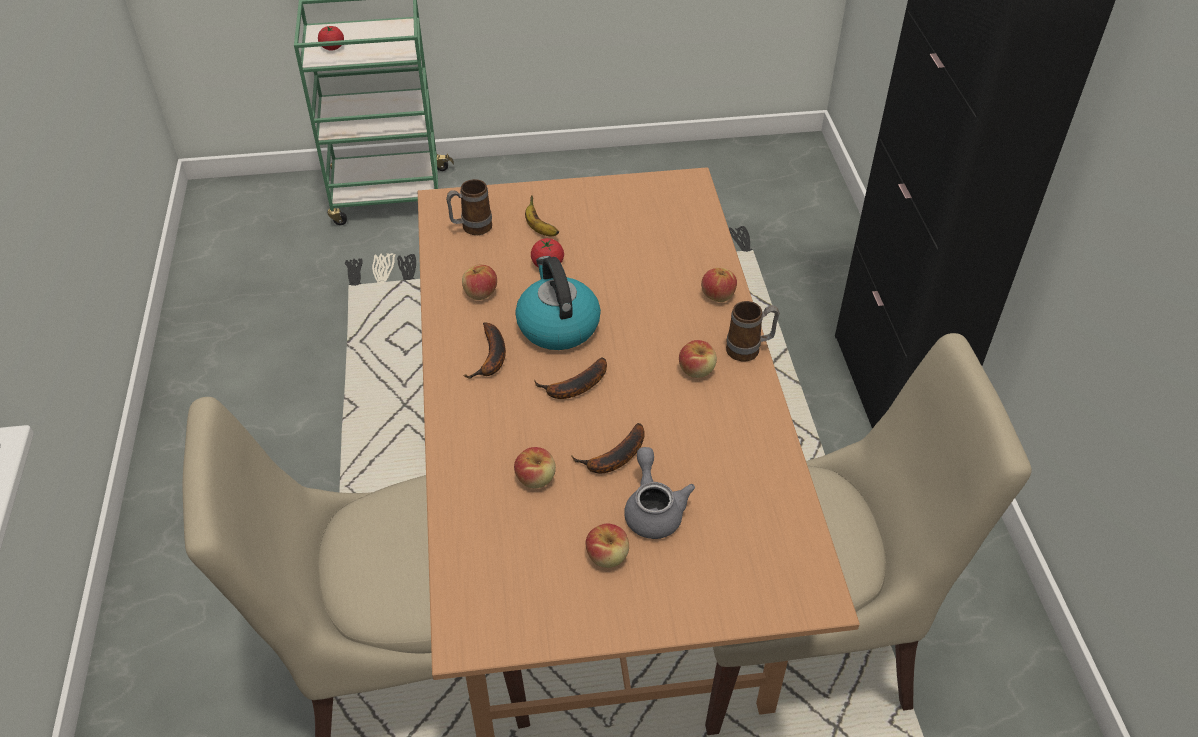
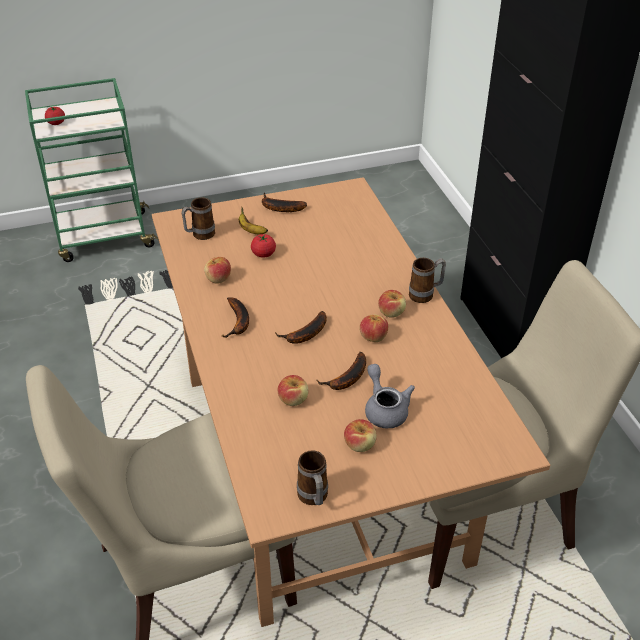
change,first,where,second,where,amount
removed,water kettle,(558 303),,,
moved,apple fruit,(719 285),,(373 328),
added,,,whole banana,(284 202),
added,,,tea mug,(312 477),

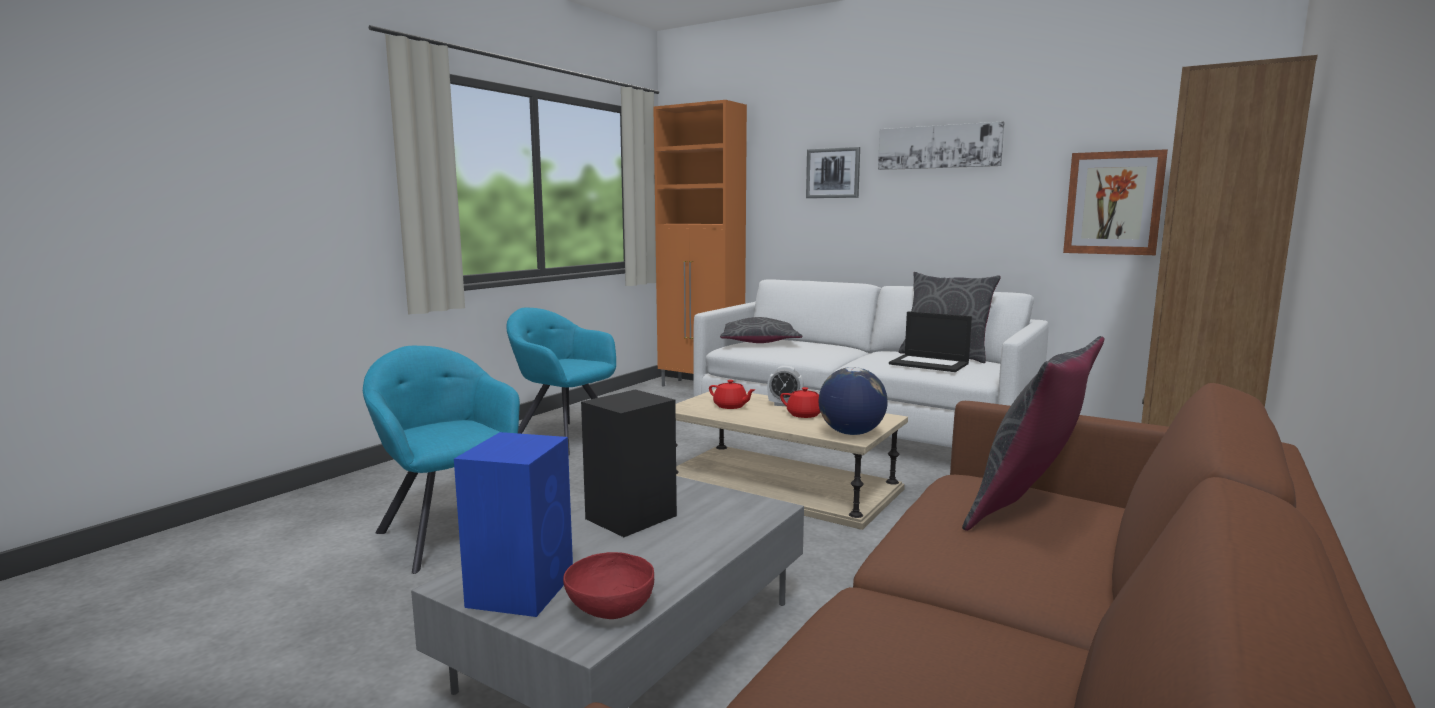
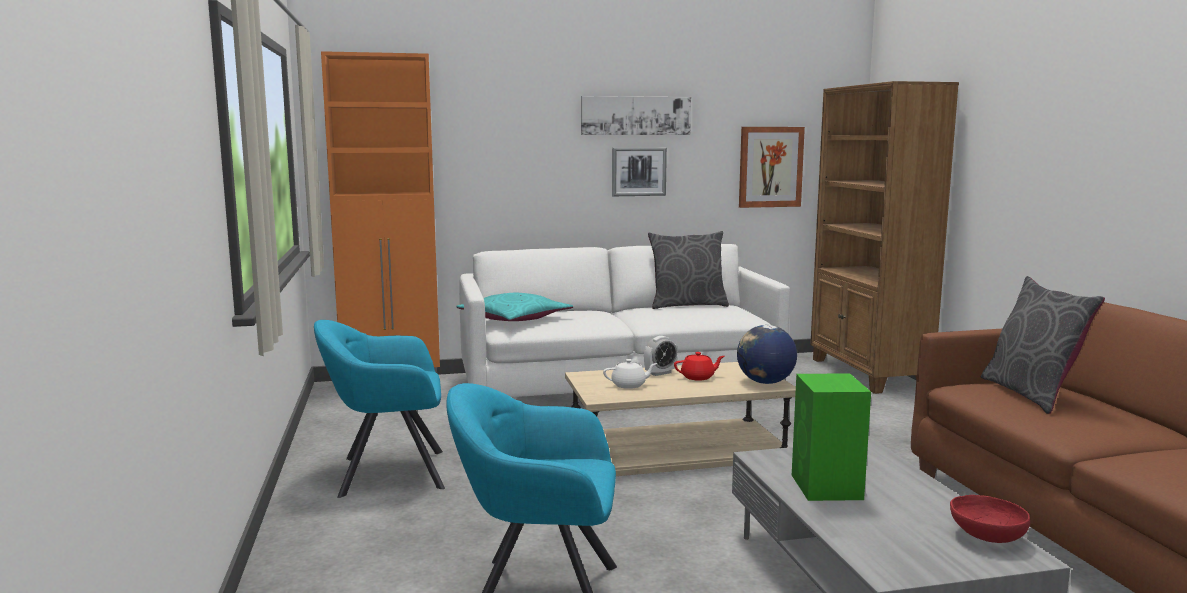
change,first,where,second,where,amount
removed,blue speaker,(513 524),,,
recoloured,black speaker,(629 463),green speaker,(831 437),
recoloured,red pot for tea,(732 394),whitish pot for tea,(630 374),
recoloured,gray pillow,(761 330),blue-green pillow,(514 307),
moved,wall picture,(833 172),,(639 172),
removed,portable computer,(930 341),,,

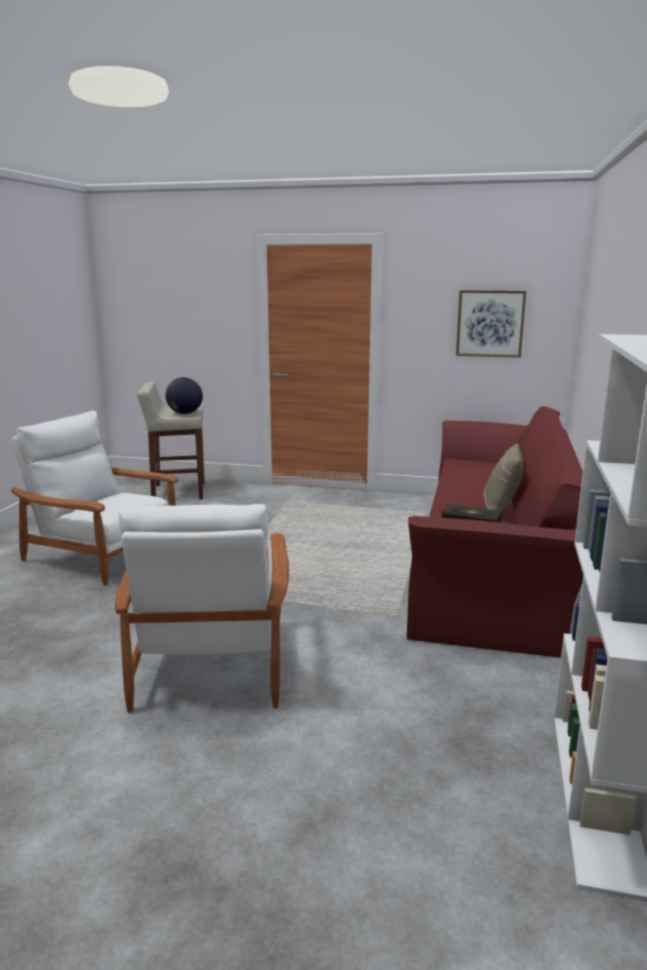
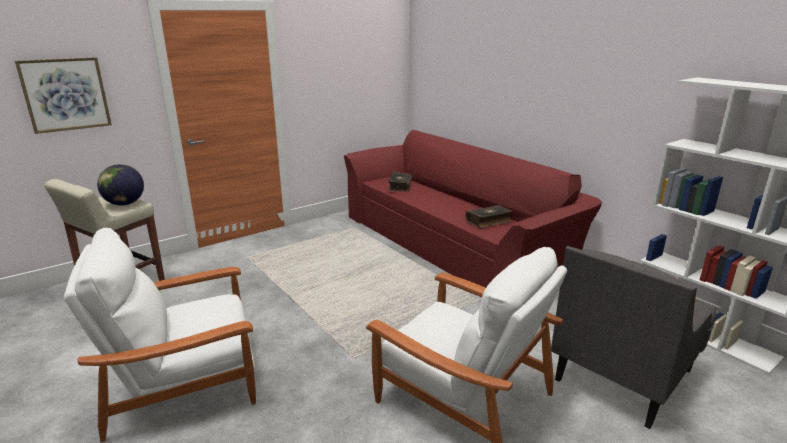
change,first,where,second,where,amount
moved,wall picture,(491 324),,(63 95),
removed,beige pillow,(503 477),,,
added,,,book,(400 182),
added,,,gray easy chair,(633 337),

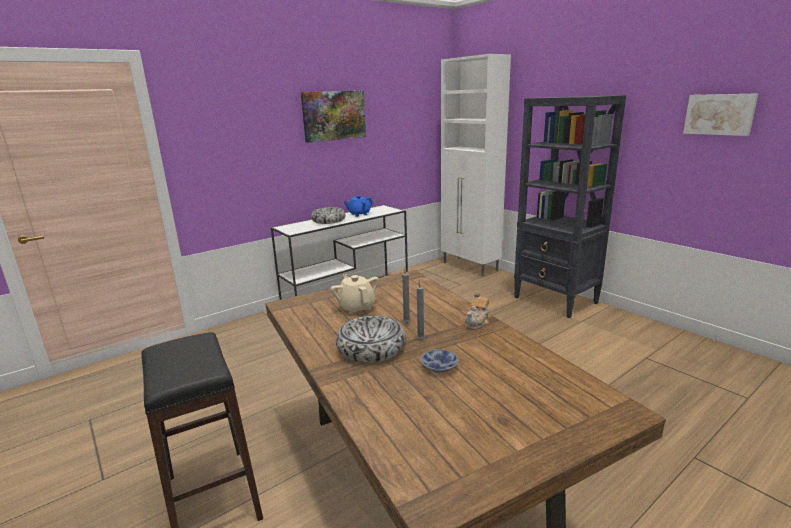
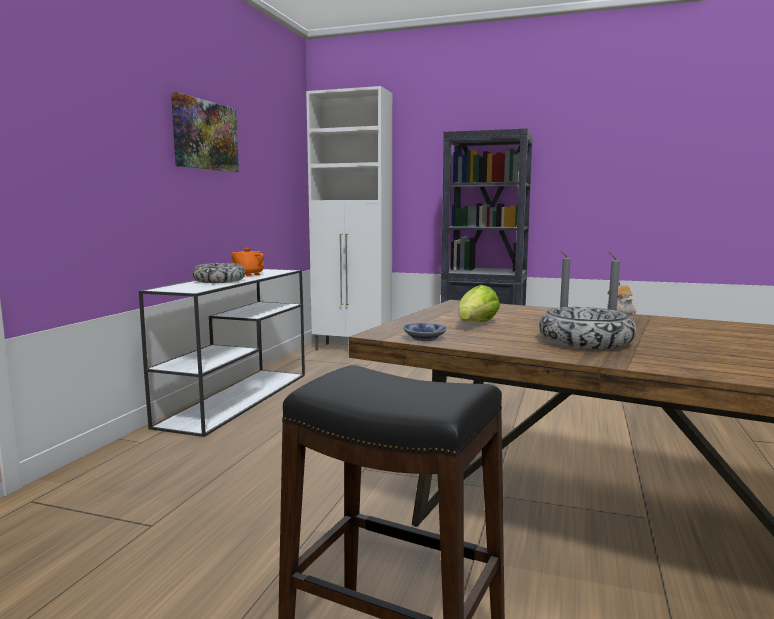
change,first,where,second,where,amount
replaced,beige pot for tea,(354 294),lettuce head,(479 303),
recoloured,blue pot for tea,(358 206),orangey pot for tea,(247 262),
moved,bowl,(440 361),,(425 332),
removed,wall picture,(721 114),,,

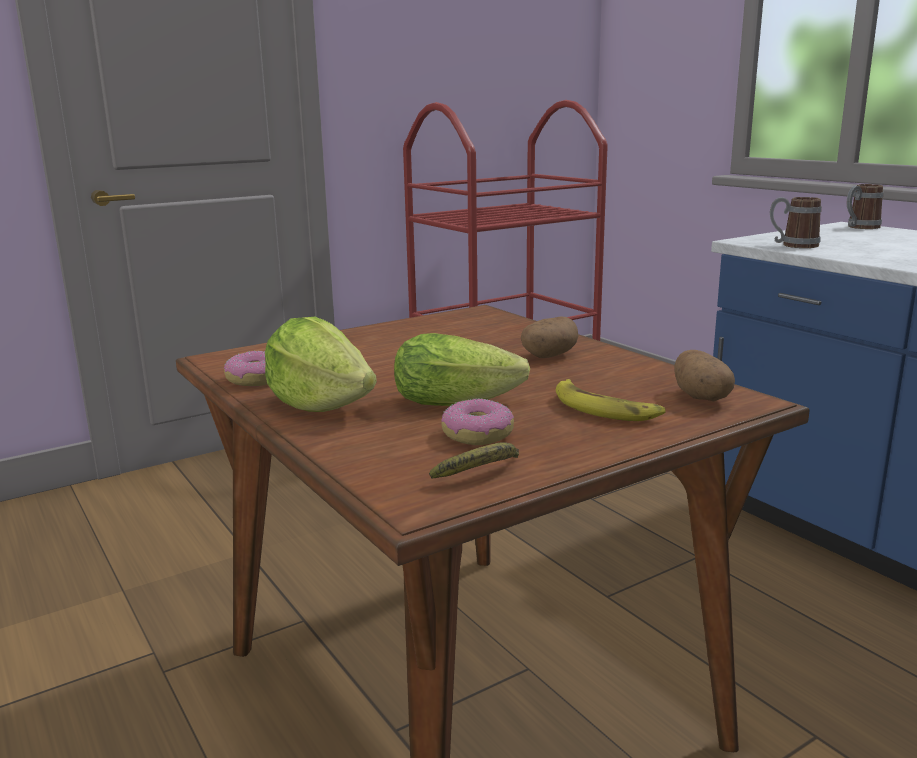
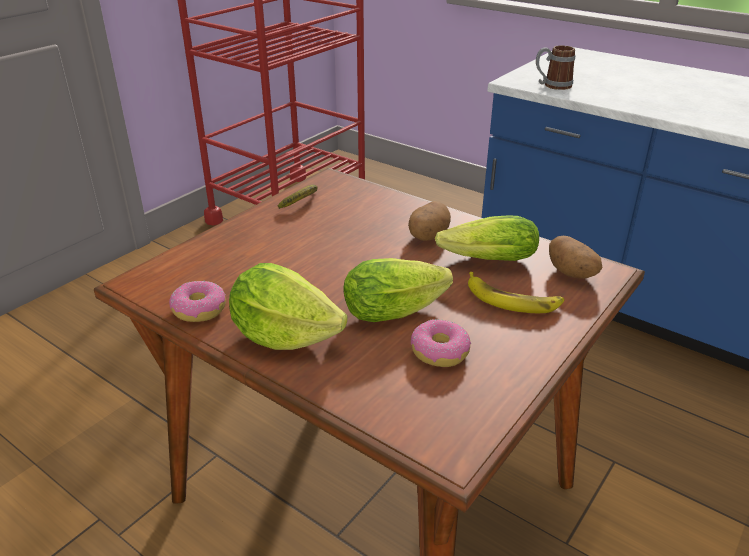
change,first,where,second,where,amount
moved,whole banana,(474 460),,(298 197),
removed,tea mug,(865 206),,,
added,,,lettuce head,(487 238),

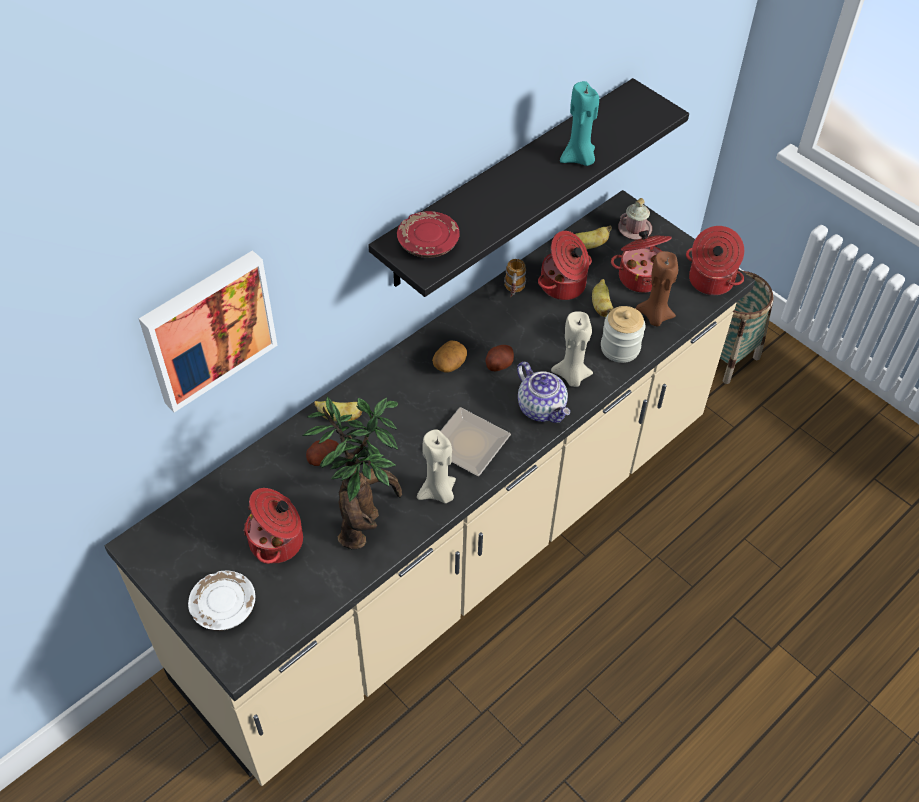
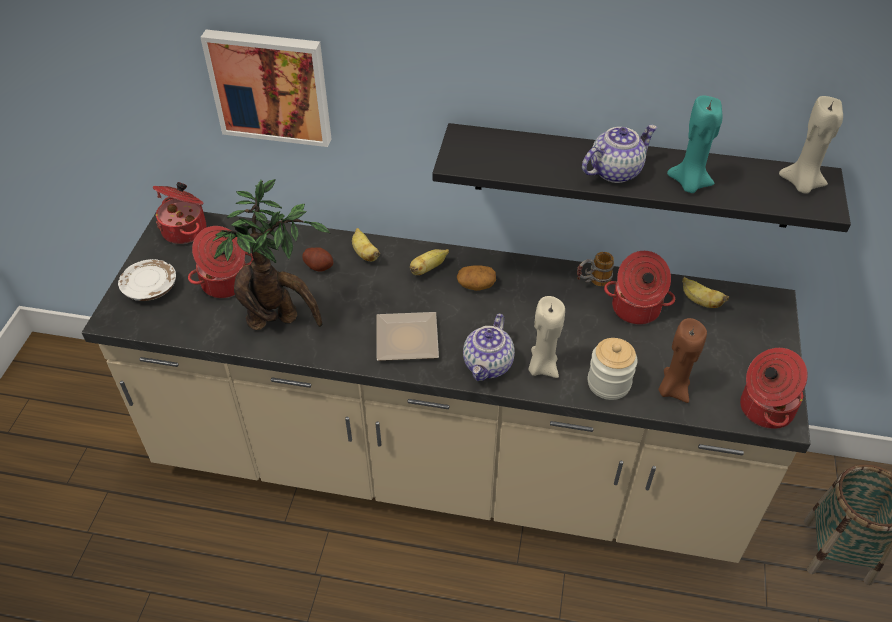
change,first,where,second,where,amount
removed,red plate,(428 234),,,
moved,beige candle,(436 466),,(811 145),
removed,whole potato,(500 358),,,
moved,whole banana,(602 298),,(429 262),
moved,saucepot,(641 261),,(179 213),
removed,pinkish tea mug,(635 219),,,
added,,,pot for tea,(619 154),

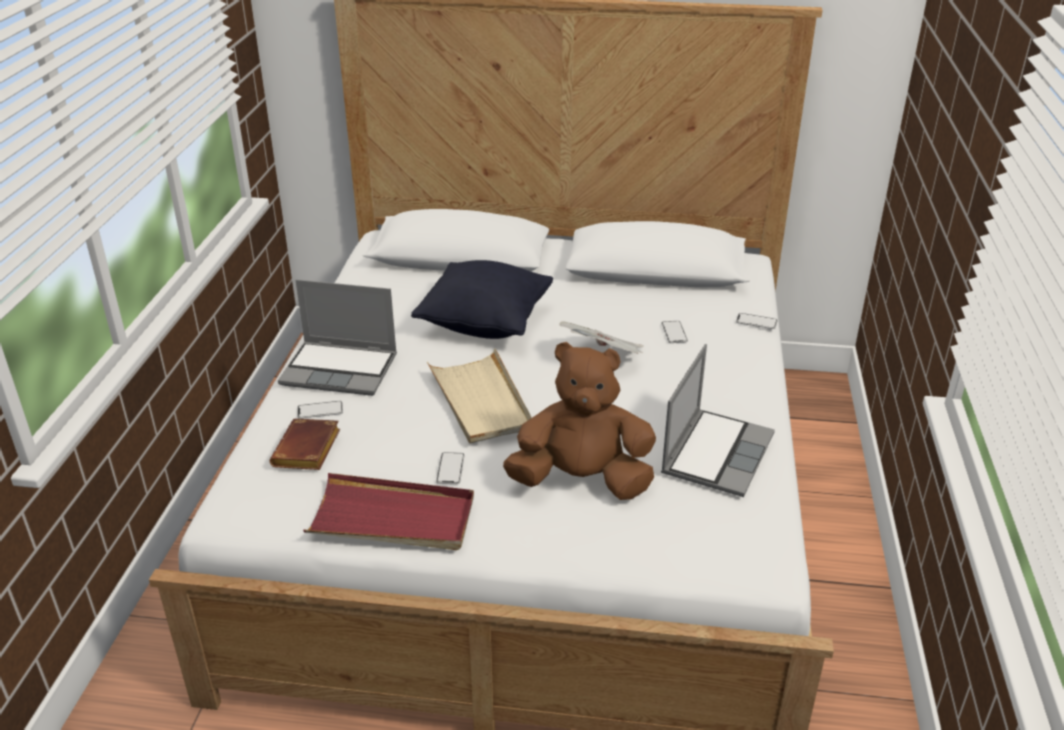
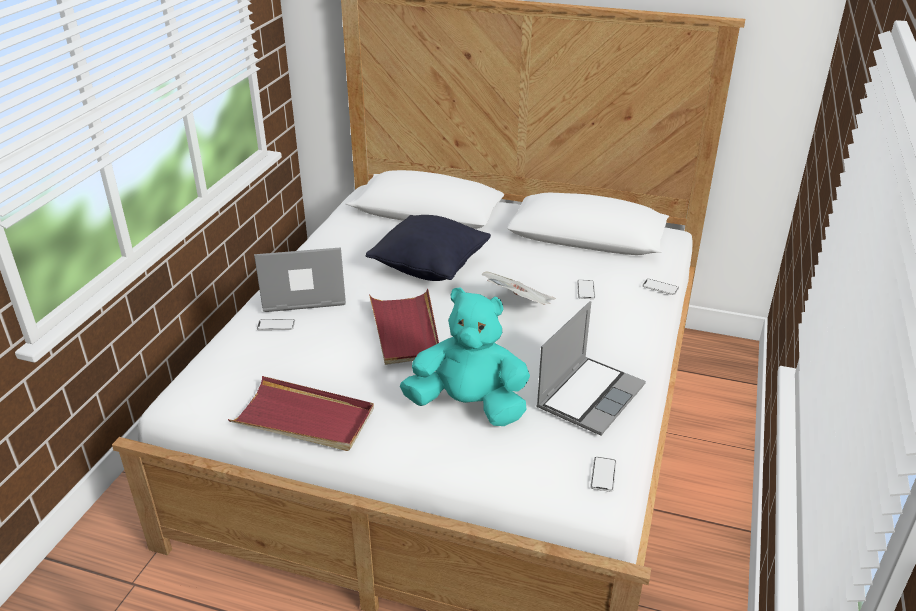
change,first,where,second,where,amount
removed,brownish book,(305 444),,,
turned,portable computer,(337 338),,(300 279),150 degrees clockwise
recoloured,beige serving tray,(479 396),red serving tray,(404 327),
moved,handset,(450 468),,(603 474),
recoloured,brownish cuddly toy,(579 421),blue-green cuddly toy,(465 356),

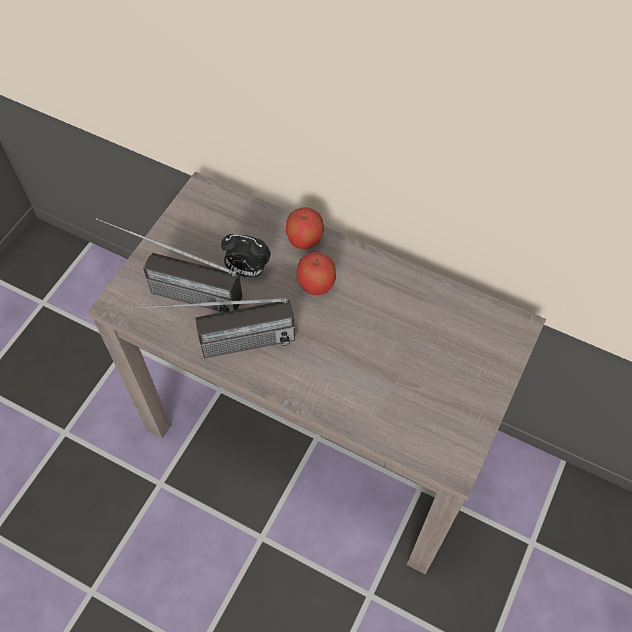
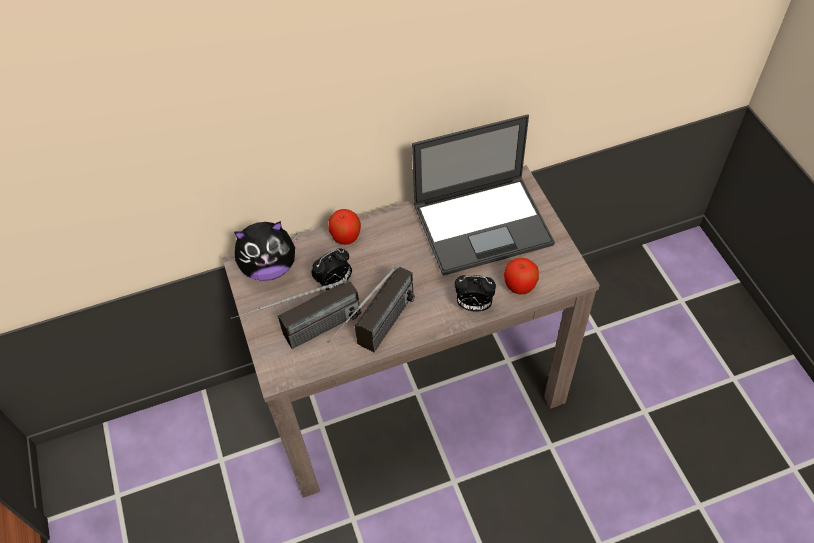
change,first,where,second,where,amount
moved,apple fruit,(316 273),,(521 276),
added,,,cuddly toy,(265 251),
added,,,portable computer,(483 195),
added,,,bedside clock,(475 293),

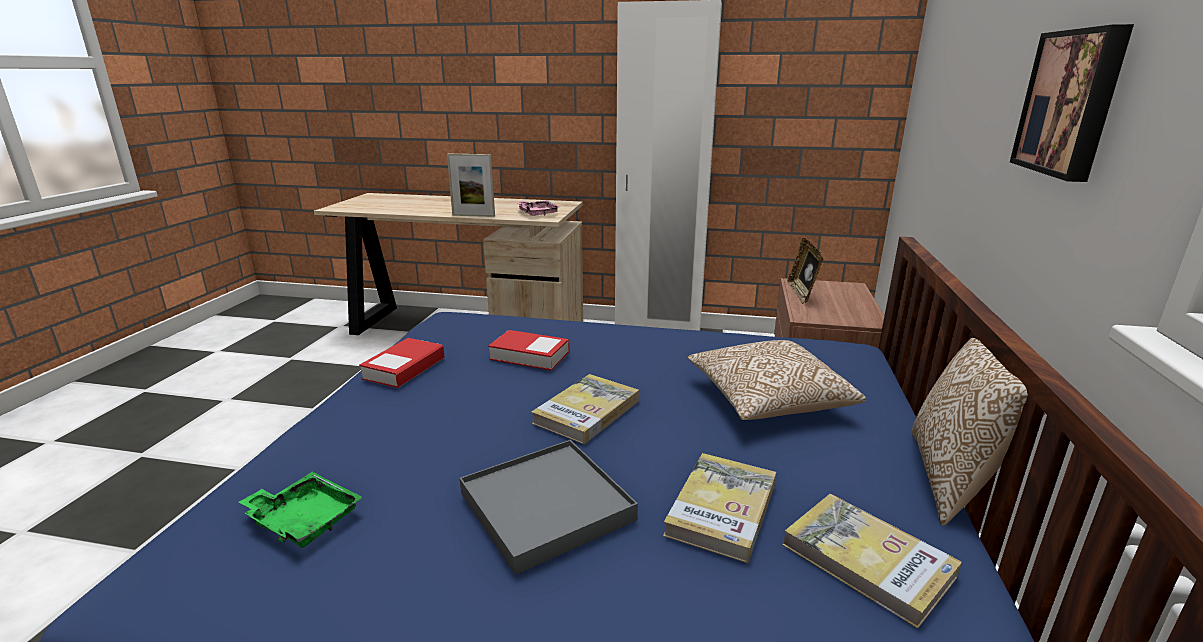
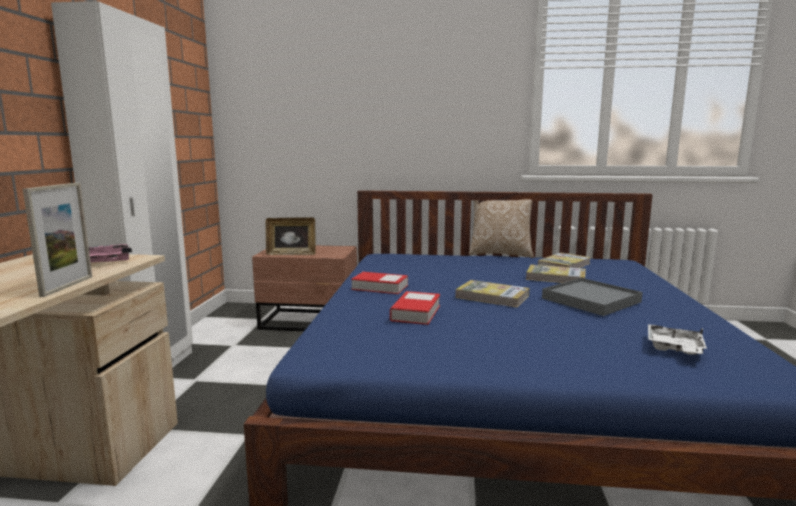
change,first,where,second,where,amount
recoloured,green serving tray,(301 510),whitish serving tray,(677 339),
moved,book,(402 363),,(379 283),
removed,pillow,(776 380),,,
removed,wall picture,(1072 103),,,

